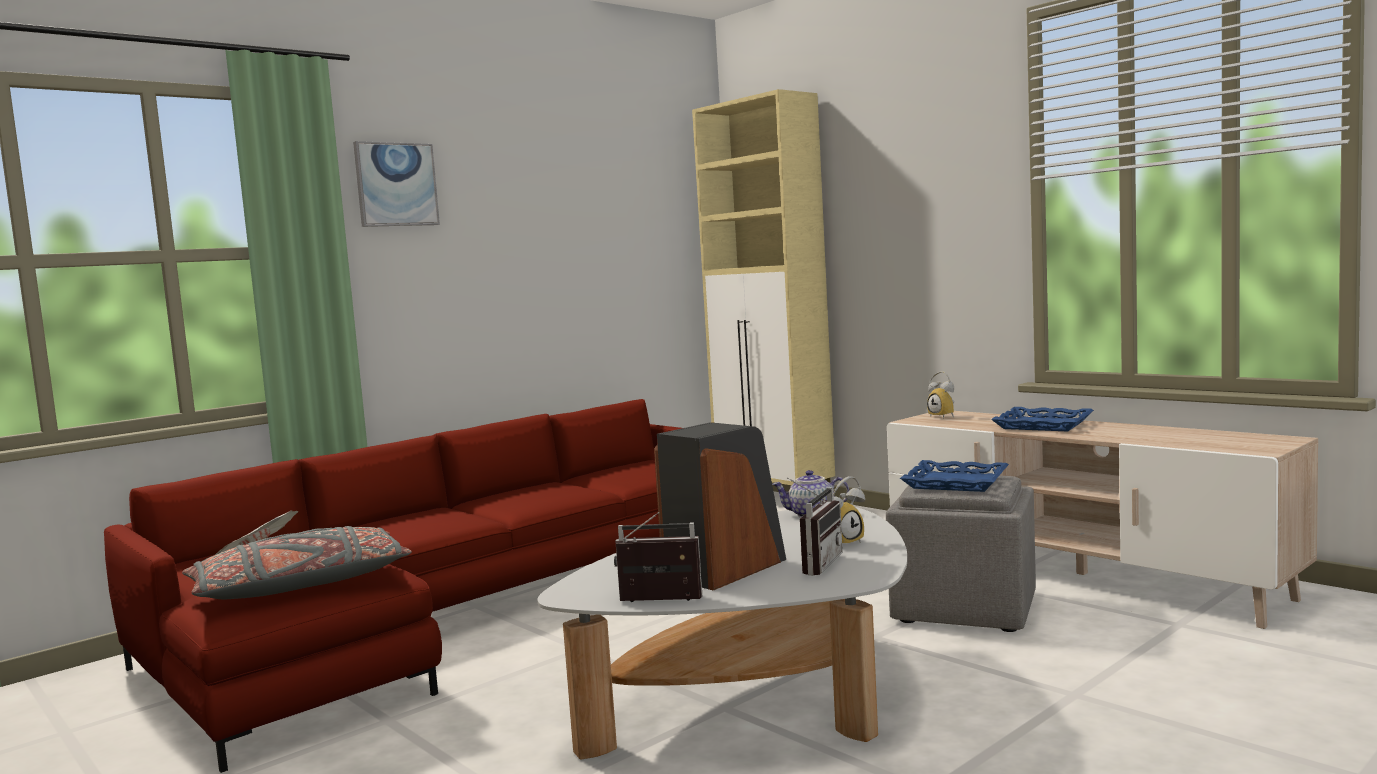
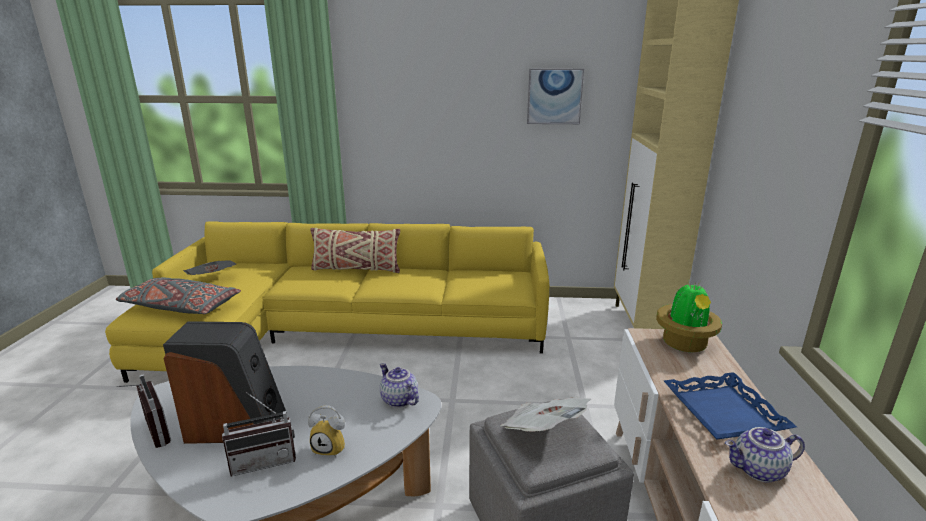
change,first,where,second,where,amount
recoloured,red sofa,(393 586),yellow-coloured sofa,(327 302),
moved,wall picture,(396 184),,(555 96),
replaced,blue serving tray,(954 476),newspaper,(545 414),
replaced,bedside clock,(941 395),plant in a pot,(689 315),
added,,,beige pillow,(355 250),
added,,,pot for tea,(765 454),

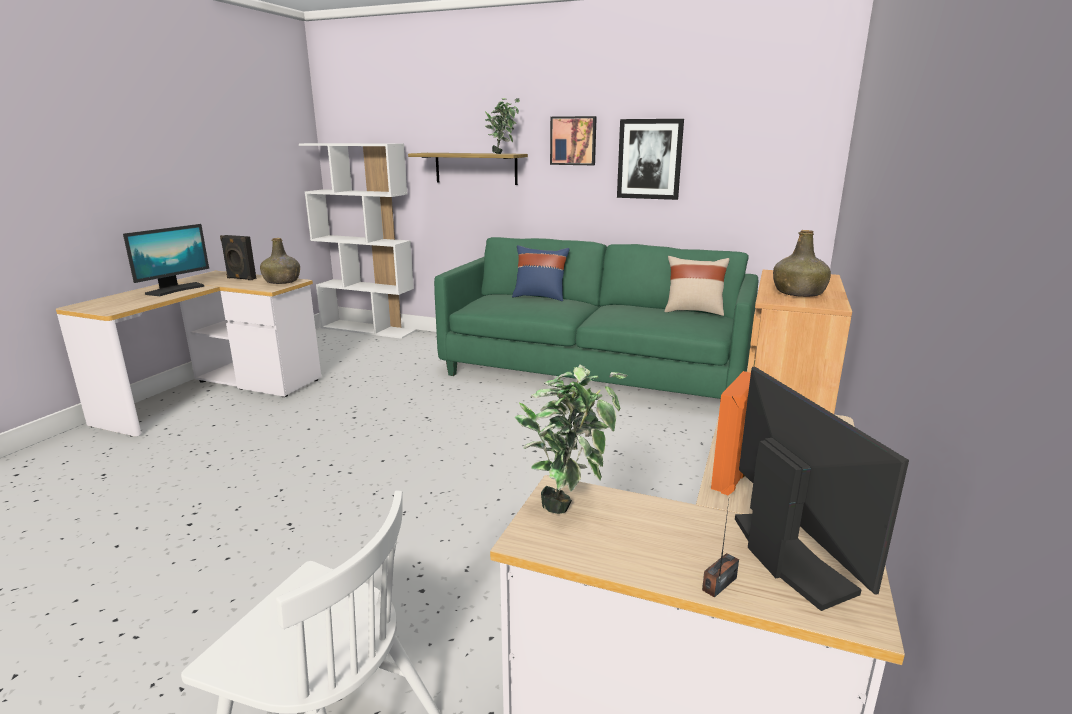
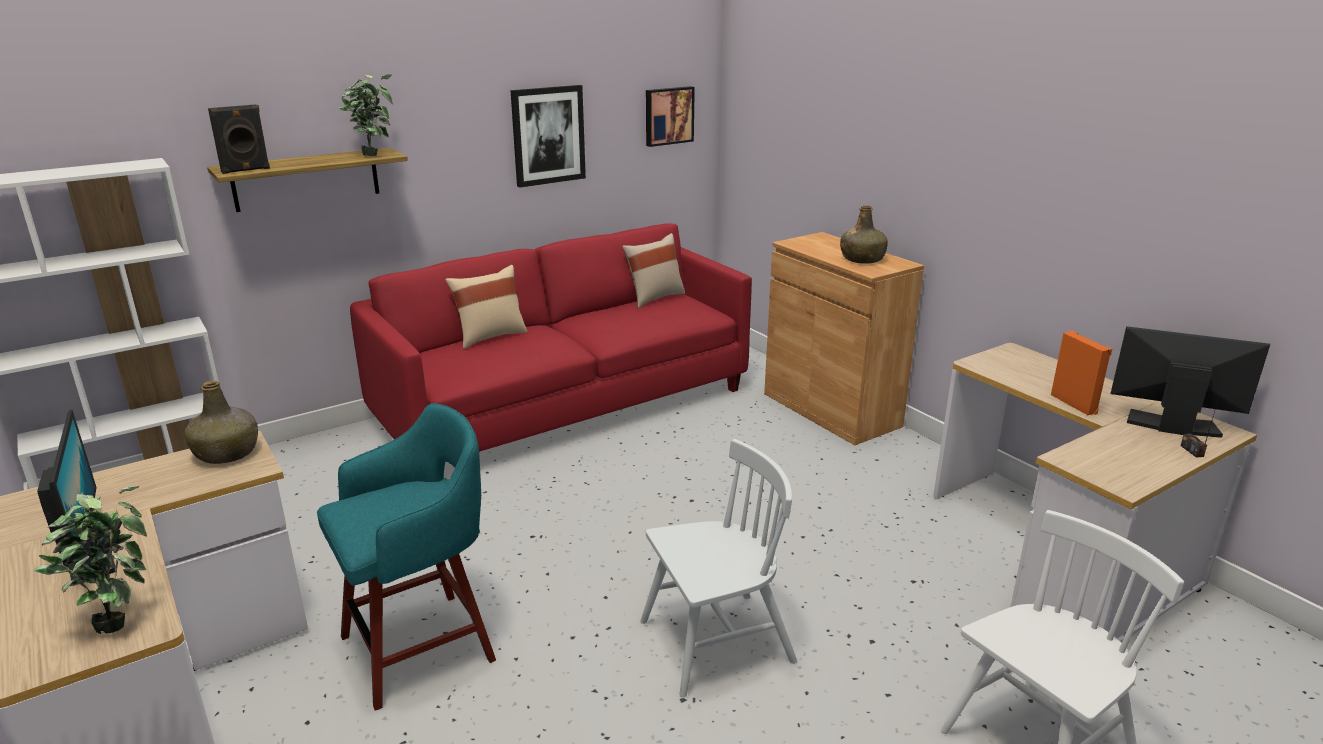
change,first,where,second,where,amount
moved,black speaker,(238 257),,(239 139),
recoloured,green sofa,(596 319),red sofa,(551 337),
recoloured,blue pillow,(541 273),beige pillow,(486 307),
moved,plant in a pot,(571 439),,(90 559),
moved,wall picture,(573 140),,(670 116),
added,,,blue-green stool seat,(406 557),
added,,,whitish upright chair,(718 568),

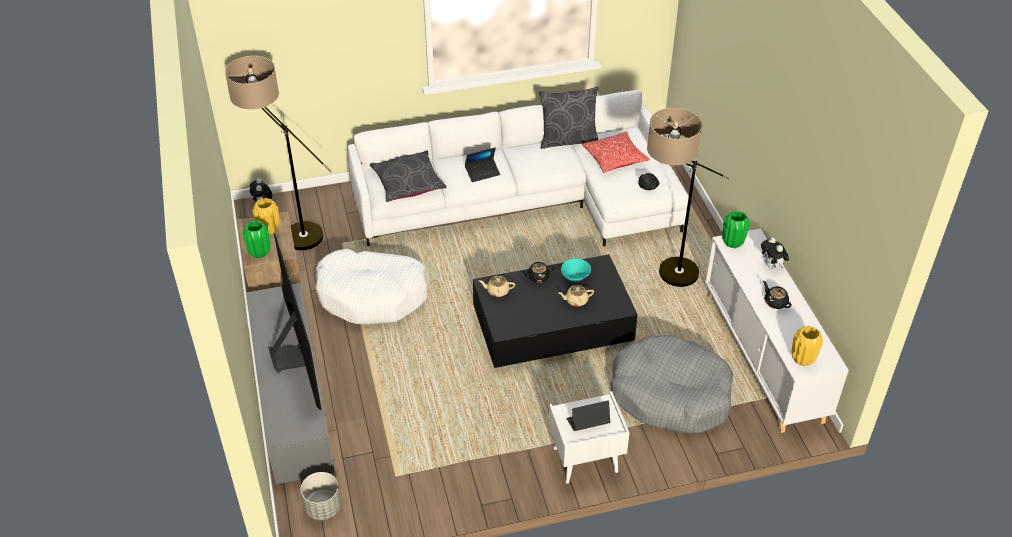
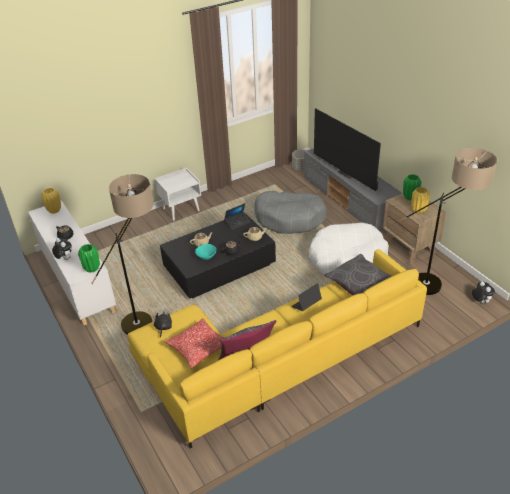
change,first,where,second,where,amount
recoloured,whitish sofa,(518 168),yellow-coloured sofa,(277 349),
moved,portable computer,(588 416),,(237 216),
moved,gray pet bed,(671 384),,(290 212),

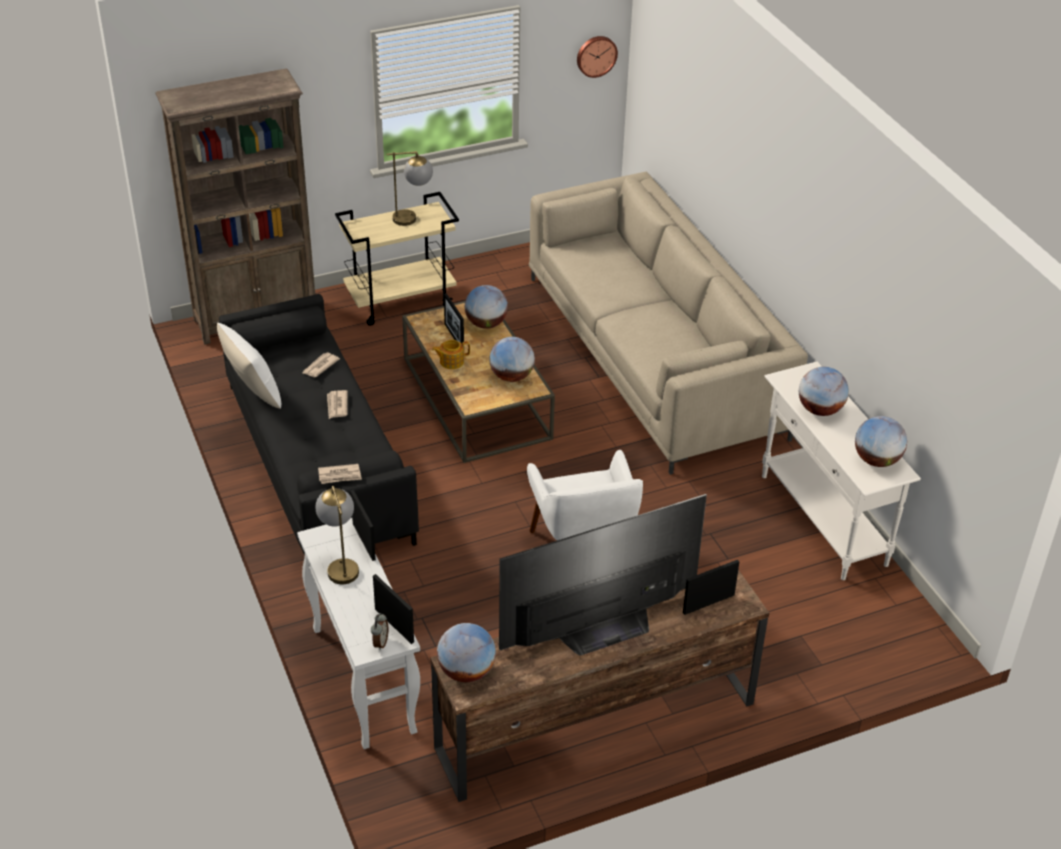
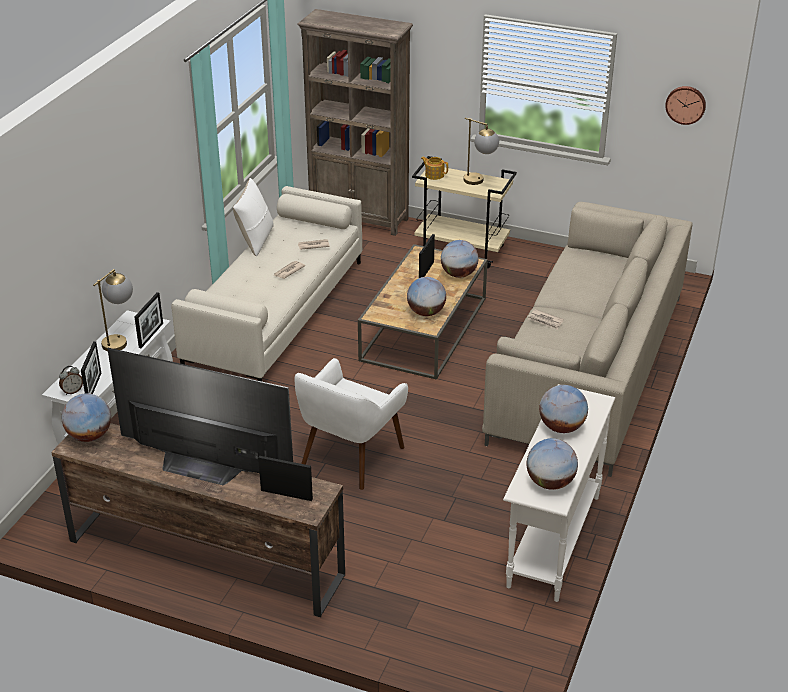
change,first,where,second,where,amount
recoloured,black sofa,(319 424),beige sofa,(266 283),
moved,newspaper,(340 474),,(546 319),
moved,pot for tea,(451 354),,(434 168),

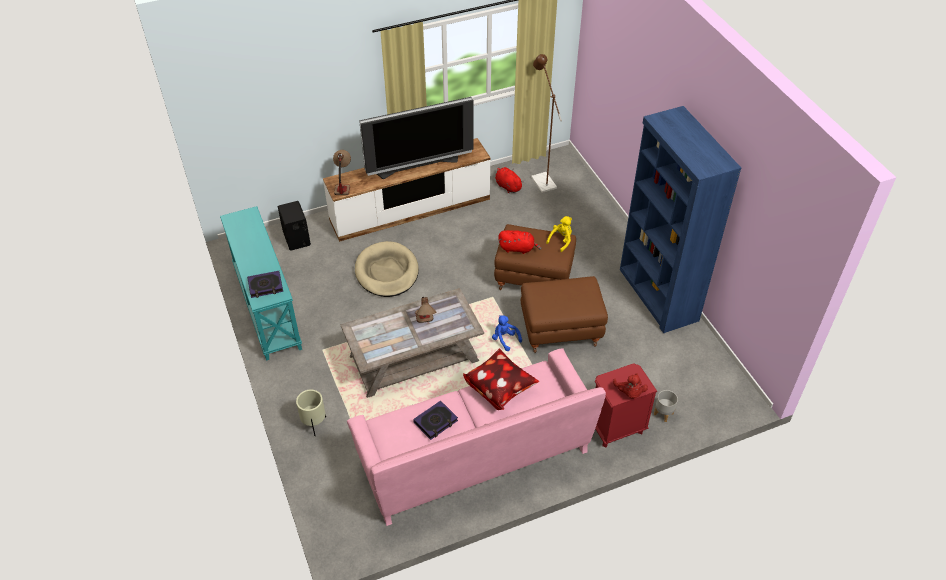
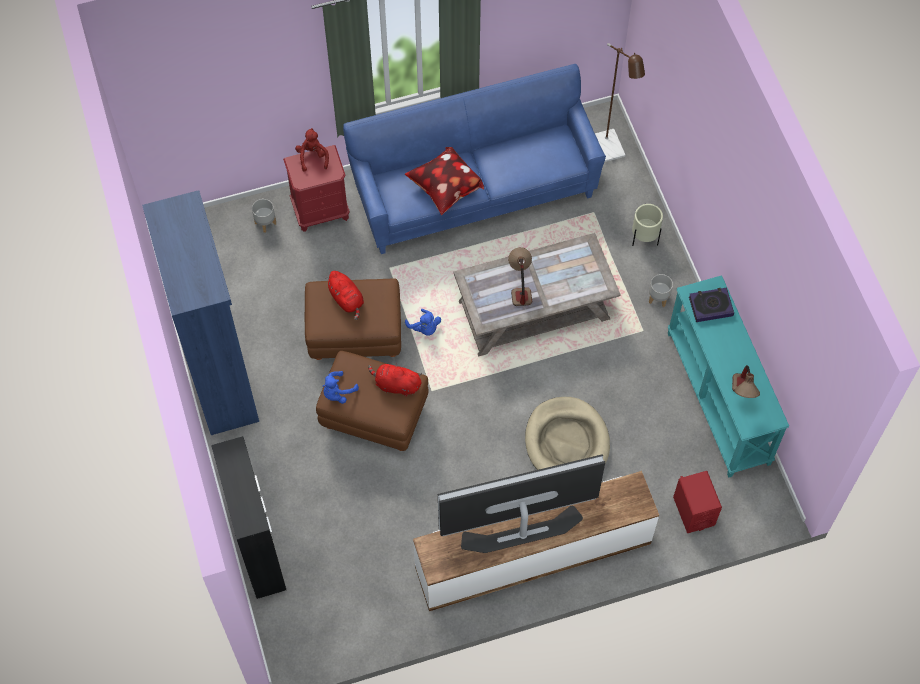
change,first,where,second,where,amount
recoloured,black speaker,(294 225),red speaker,(697 502),
moved,lamp for a table,(342 172),,(746 381),
recoloured,pinkish sofa,(476 437),blue sofa,(474 159),
removed,book,(435 420),,,
moved,red cuddly toy,(509 180),,(344 295),
moved,brownish standing lamp,(546 123),,(620 102),
recoloured,yellow-coloured cuddly toy,(559 234),blue cuddly toy,(341 387),
added,,,black storage cabinet,(248 517),
added,,,gray flower pot,(661 290),

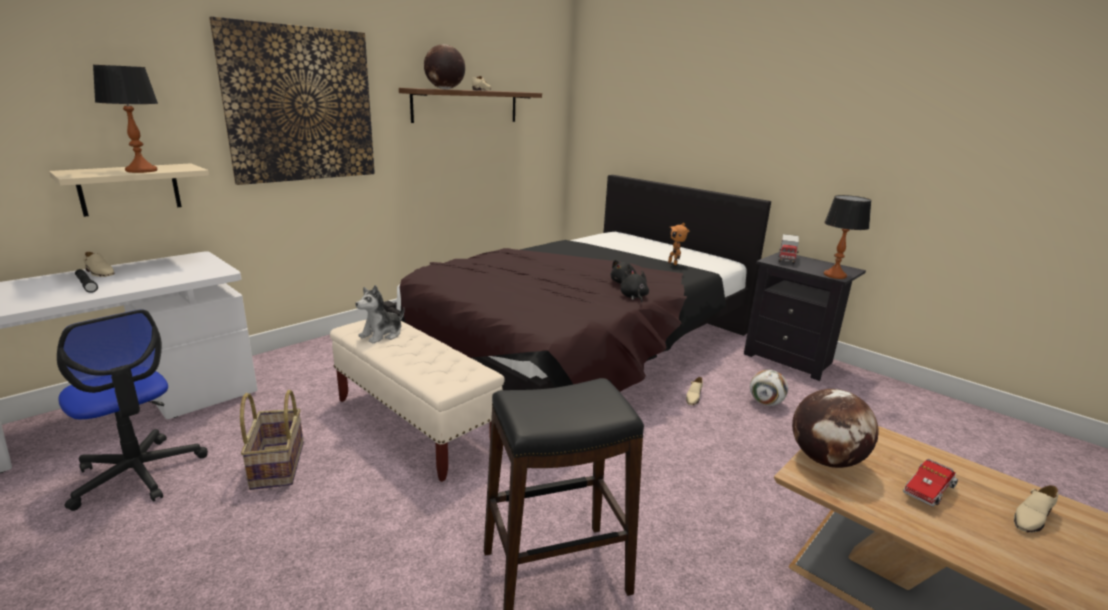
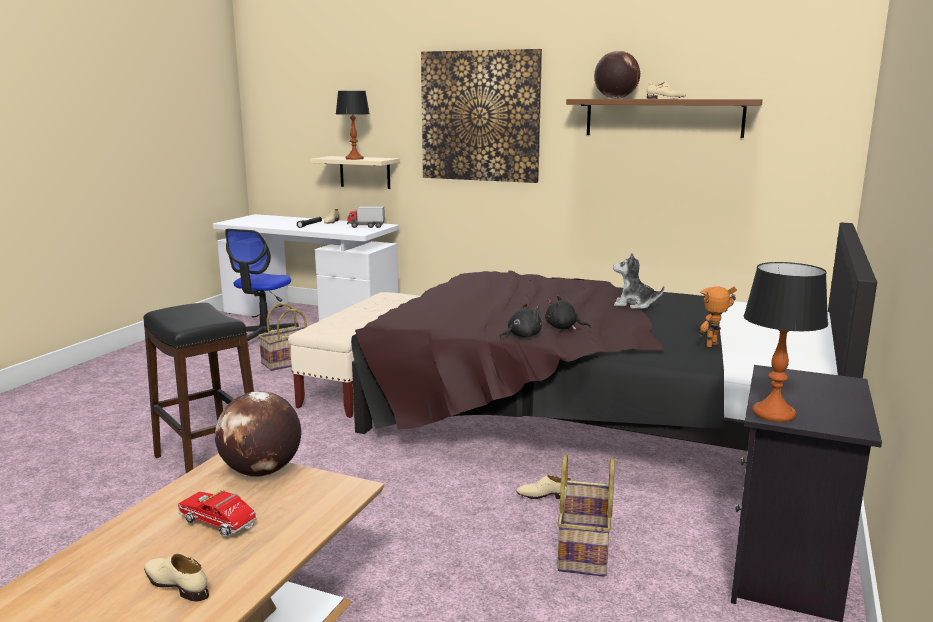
change,first,where,second,where,amount
moved,cuddly toy,(380 314),,(638 281),
replaced,ball for football,(769 388),household basket,(586 515),
moved,model truck,(788 249),,(366 217),

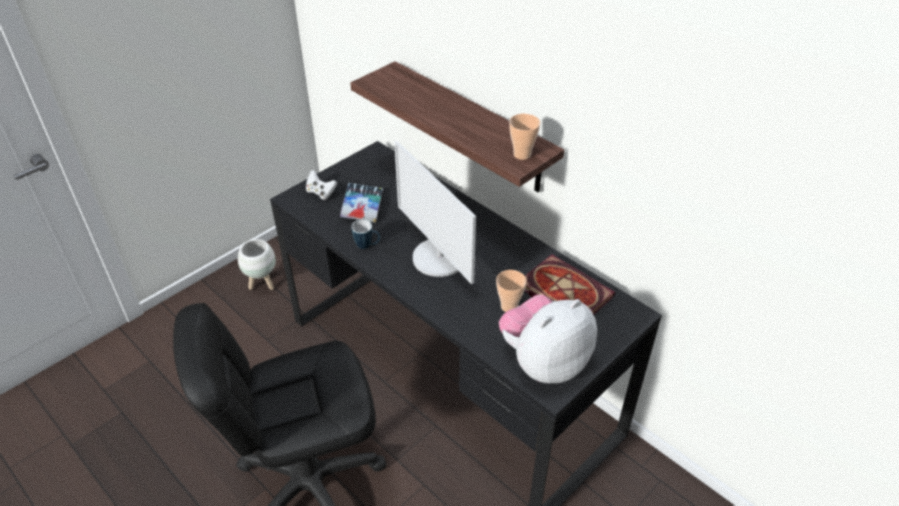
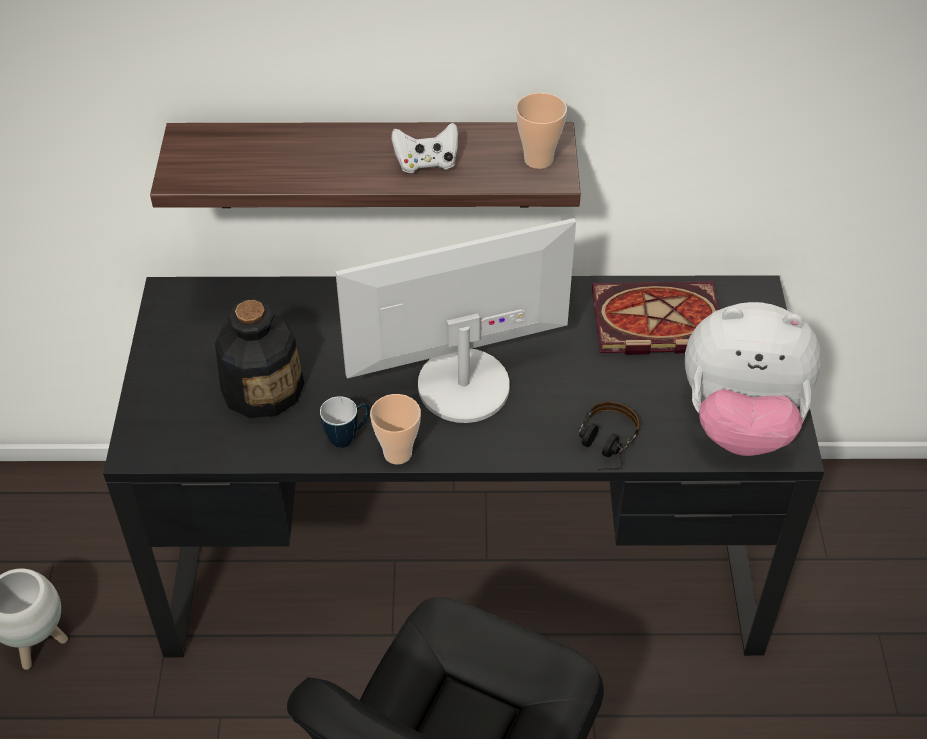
change,first,where,second,where,amount
moved,whitish joypad,(321 185),,(424 148),
replaced,book,(361 203),beverage bottle,(259 358),
turned,monitor,(435 212),,(455 320),150 degrees clockwise
moved,cup,(511 291),,(395 429),
turned,cuddly toy,(548 338),,(753 379),90 degrees counterclockwise
added,,,pair of headphones,(609 435),

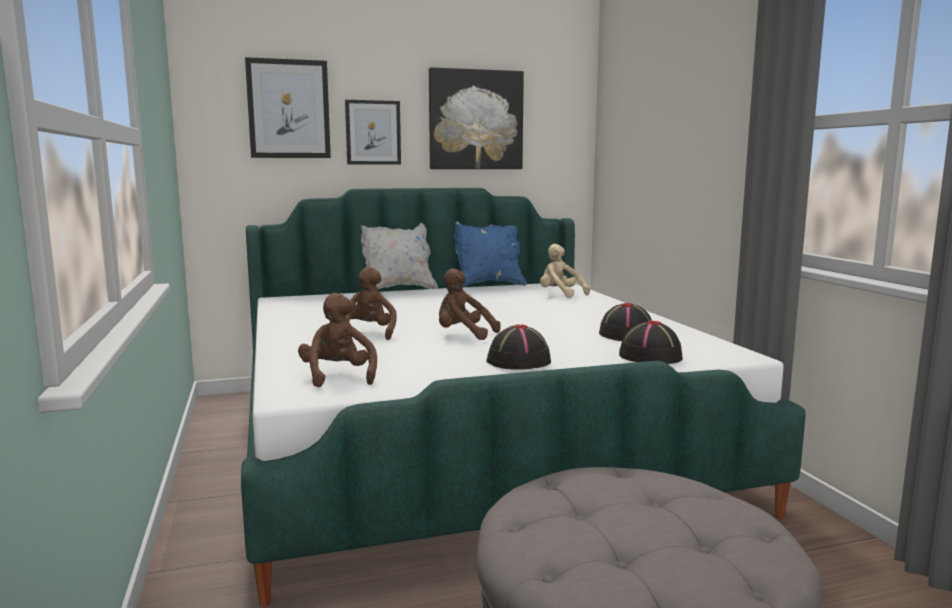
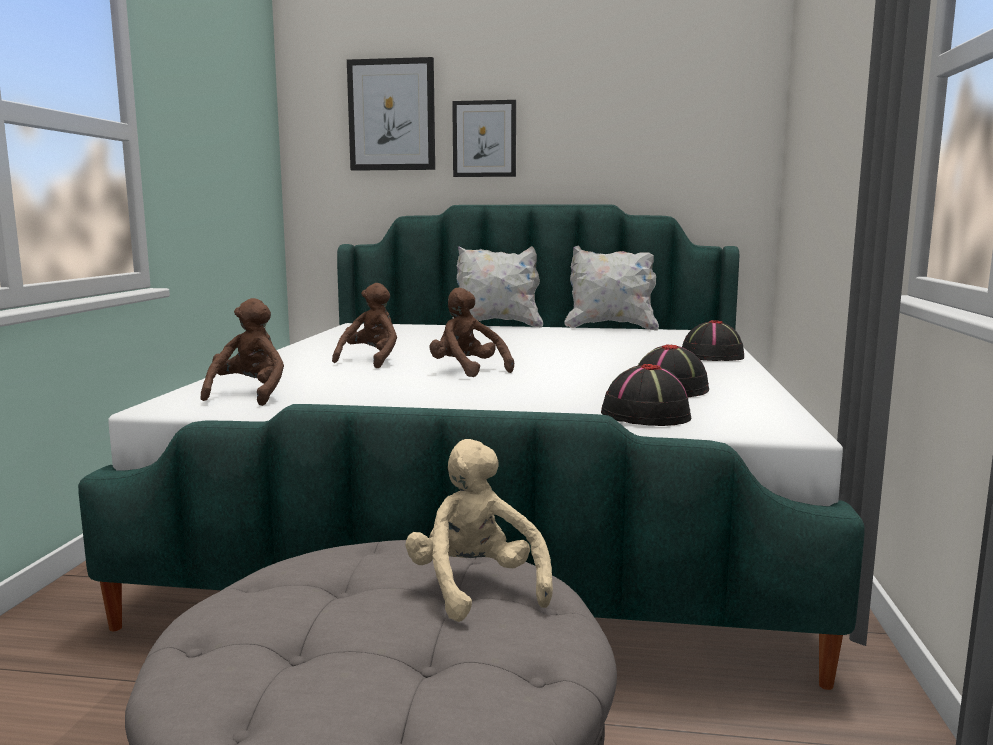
change,first,where,second,where,amount
removed,wall picture,(476 118),,,
recoloured,blue pillow,(490 254),whitish pillow,(611 288),
moved,black hat,(518 347),,(713 340),
moved,beige cuddly toy,(565 271),,(479 530),

